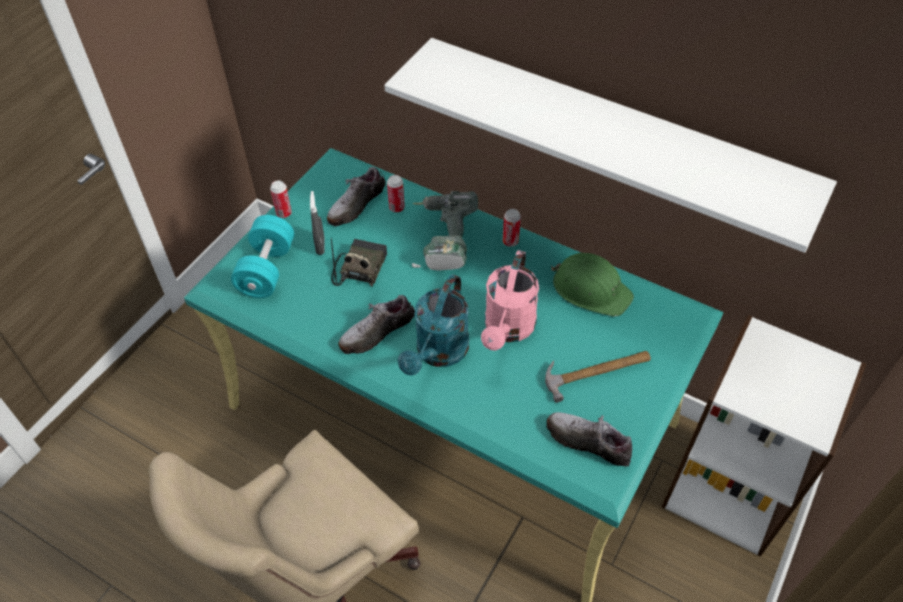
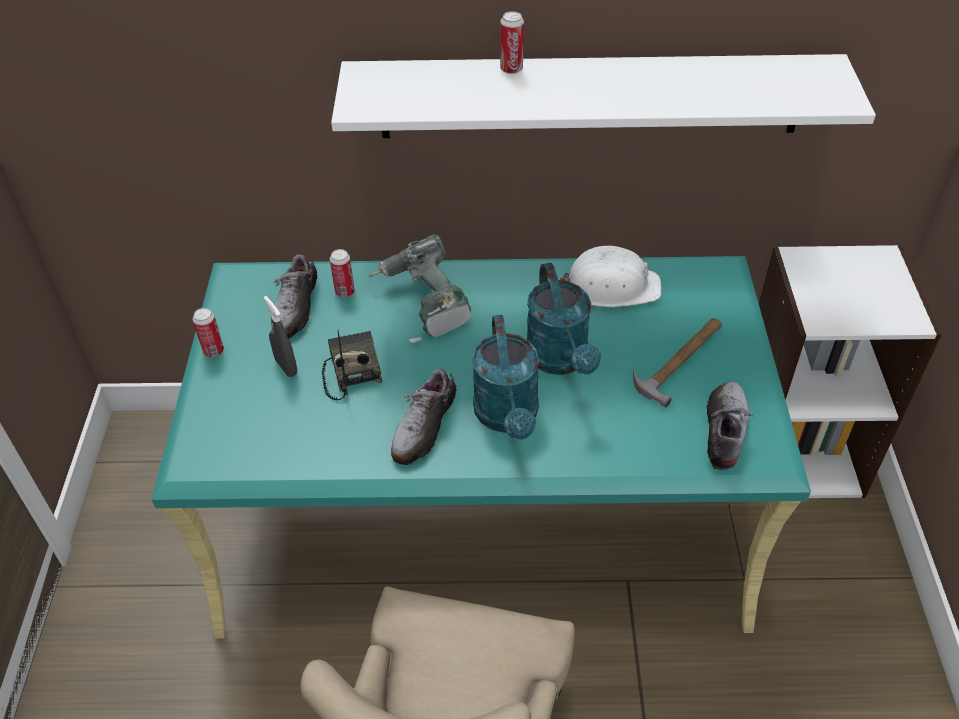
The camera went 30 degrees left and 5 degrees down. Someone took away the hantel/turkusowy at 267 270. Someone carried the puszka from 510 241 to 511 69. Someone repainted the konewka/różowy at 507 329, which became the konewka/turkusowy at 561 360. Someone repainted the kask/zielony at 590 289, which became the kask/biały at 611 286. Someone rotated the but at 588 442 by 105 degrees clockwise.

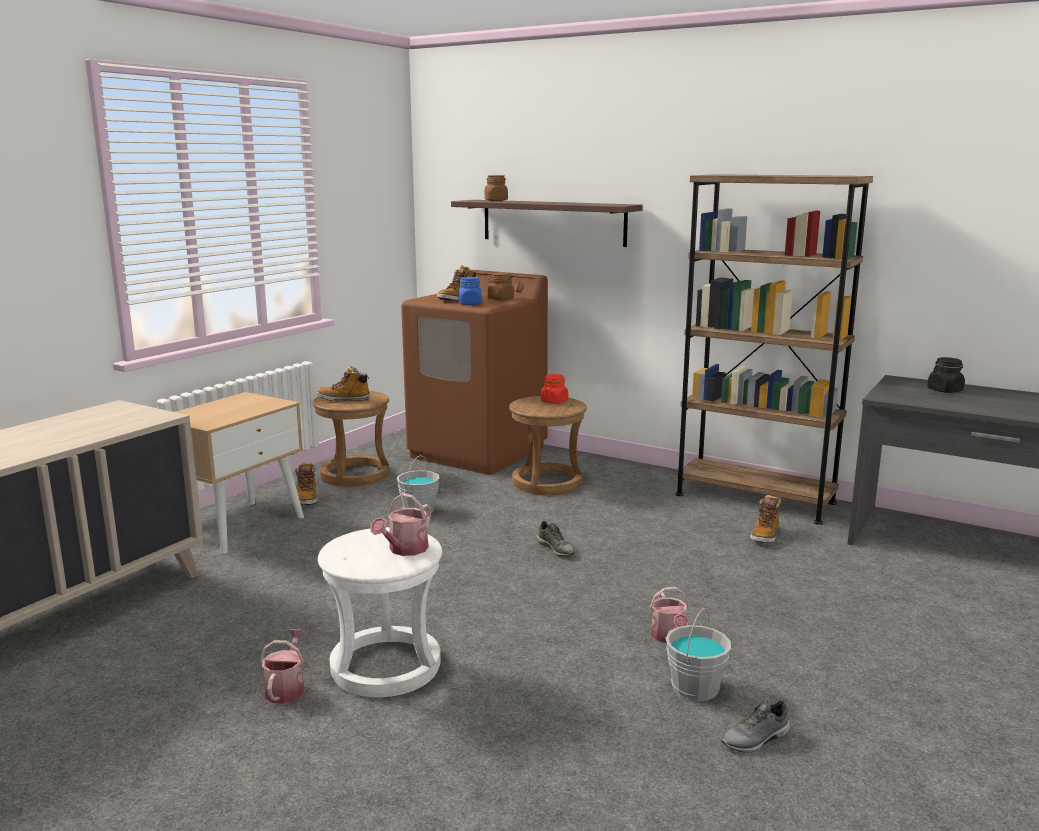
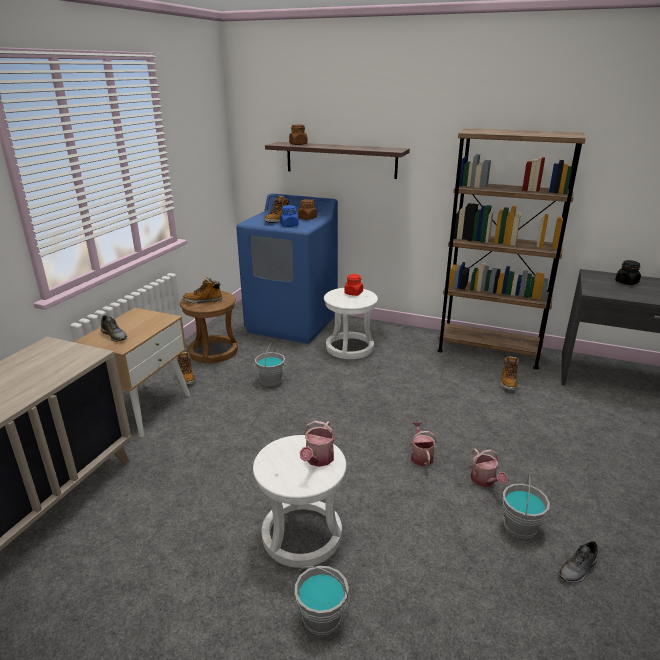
The camera went 10 degrees left and 10 degrees up. Someone put down the wiadro/szary at 322 617. Someone carried the konewka from 286 688 to 421 456. Someone carried the but/szary from 556 549 to 115 336. Someone repainted the pralka/brązowy at 478 452, which became the pralka/niebieski at 292 323. Someone repainted the stołek/brązowy at 546 483, which became the stołek/biały at 349 348.

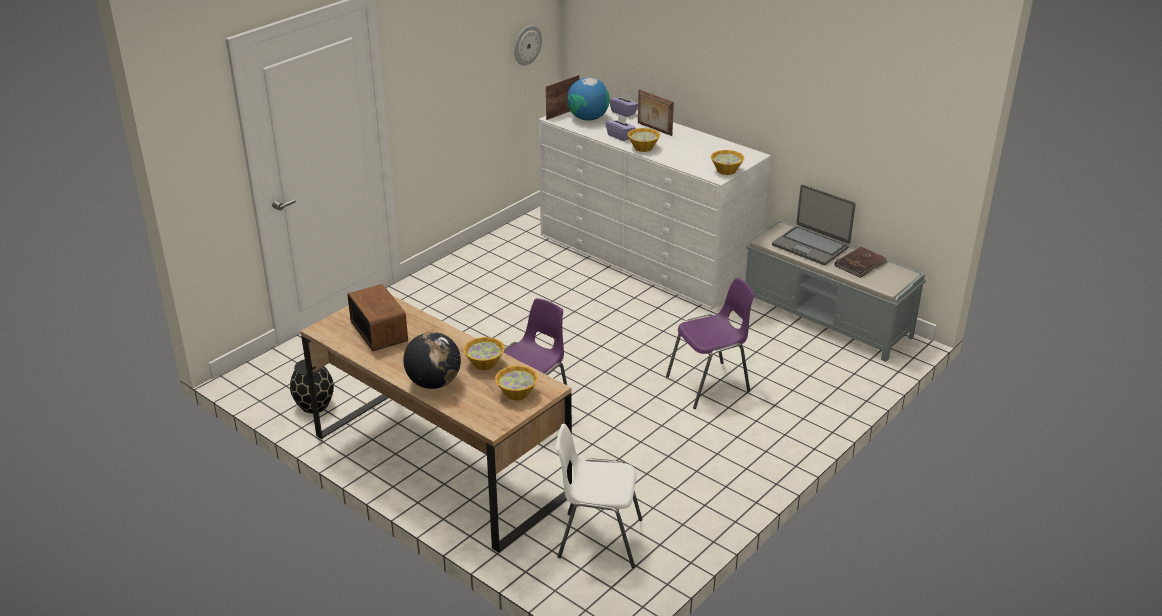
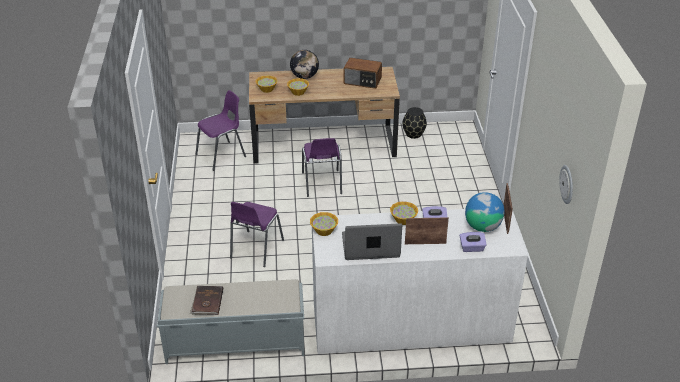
The camera went 135 degrees right and 5 degrees up. Someone carried the laptop from 811 246 to 370 247. Someone repainted the krzesło/biały at 597 538, which became the krzesło/fioletowy at 222 155.

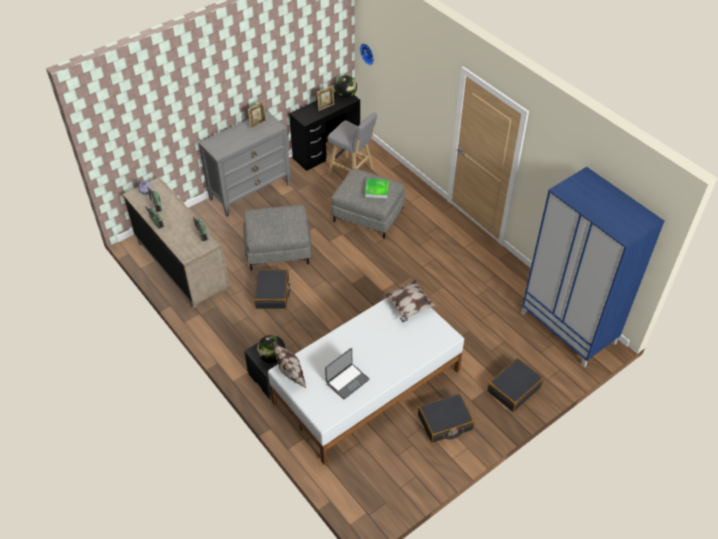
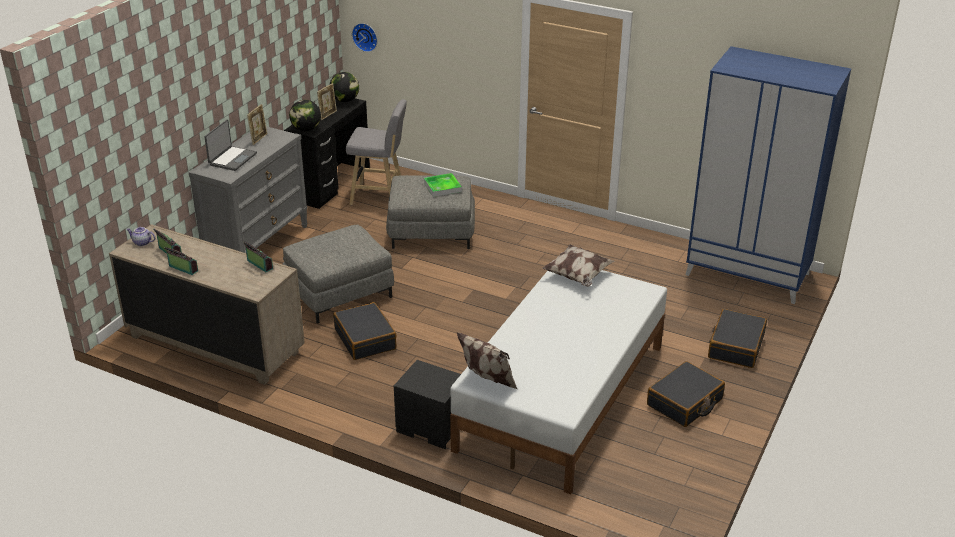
The camera went 25 degrees left and 15 degrees down. Someone carried the globus from 272 357 to 306 129. Someone carried the laptop from 347 381 to 232 159.

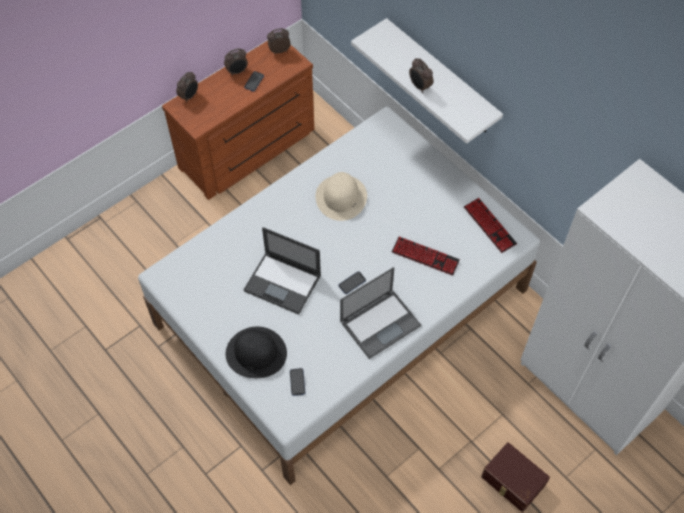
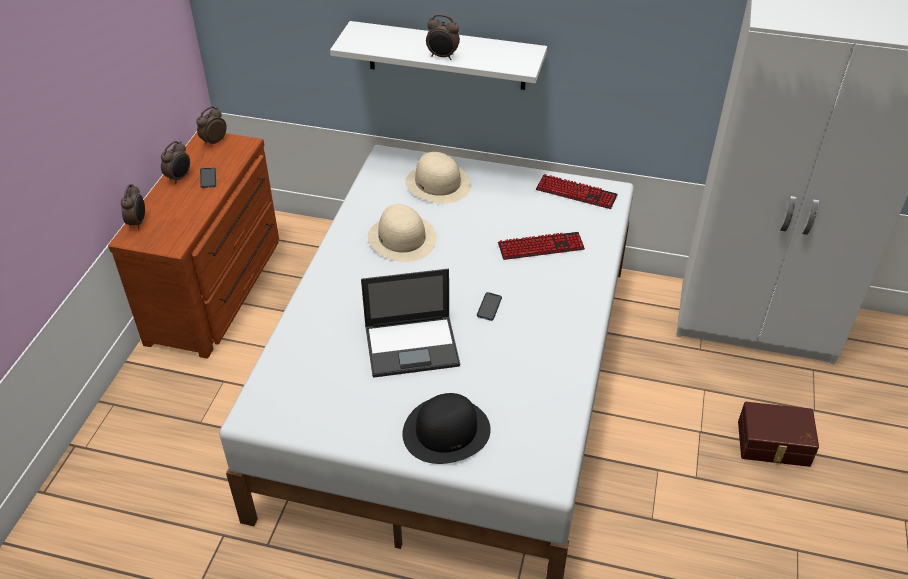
The camera went 35 degrees left and 15 degrees down. Someone took away the telefon at 297 382. Someone took away the laptop at 381 323. Someone put down the kapelusz/beżowy at 438 183.

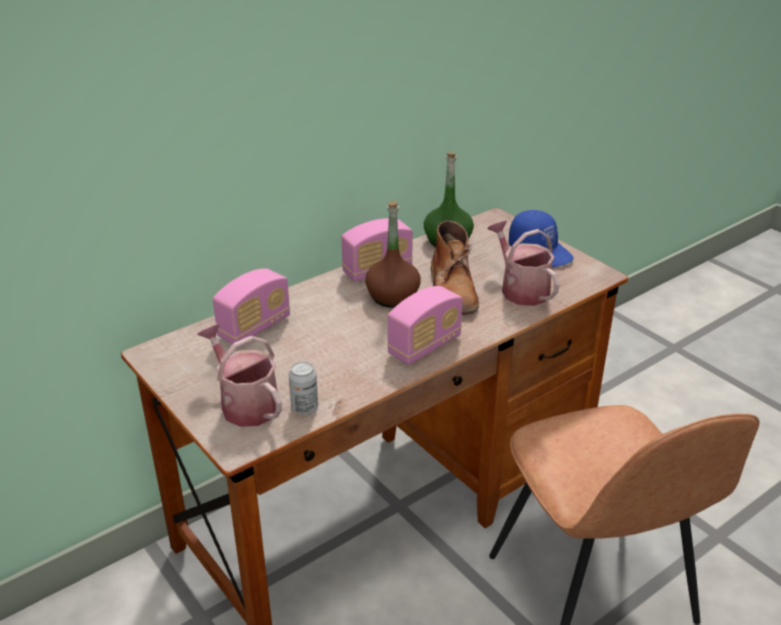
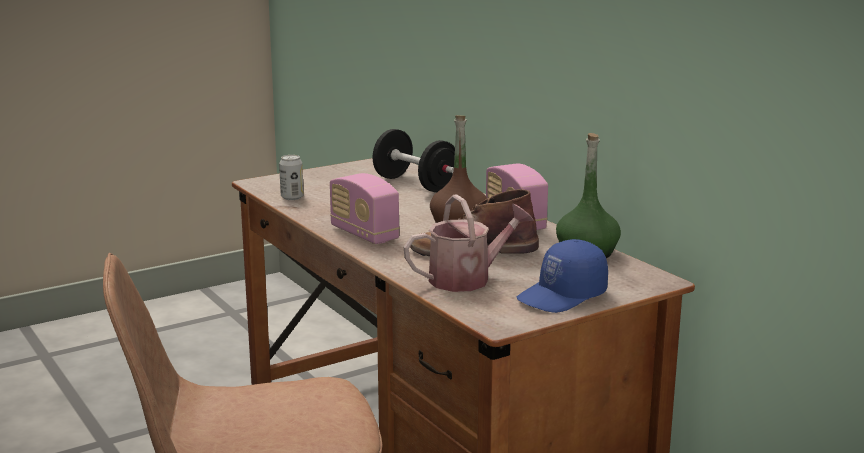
The camera went 95 degrees right and 15 degrees down. Someone took away the konewka at 245 403. Someone swapped the radio at 254 328 for the hantel/czarny at 415 184.

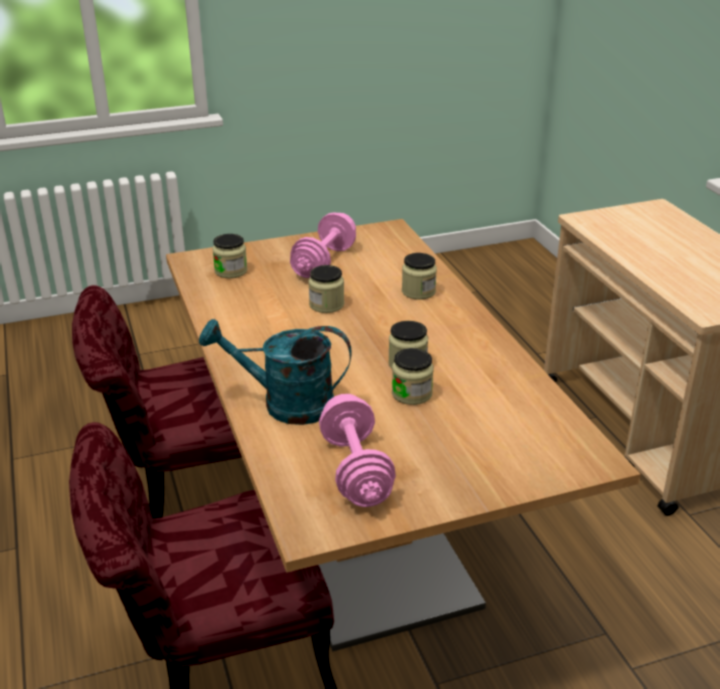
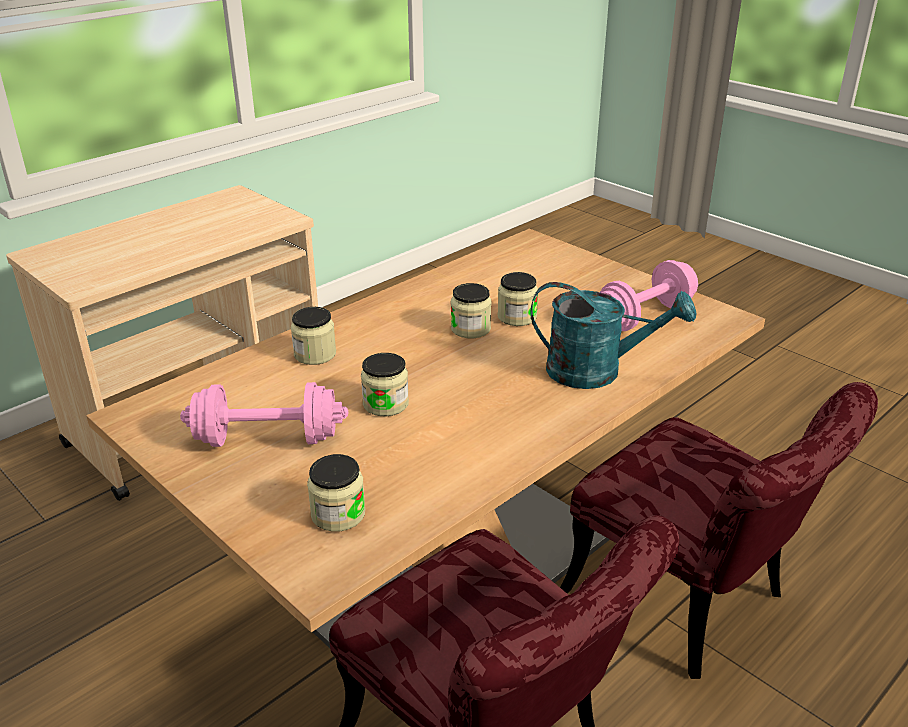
The camera went 115 degrees left and 0 degrees up. Someone rotated the konewka/turkusowy at 285 404 by 60 degrees counterclockwise.

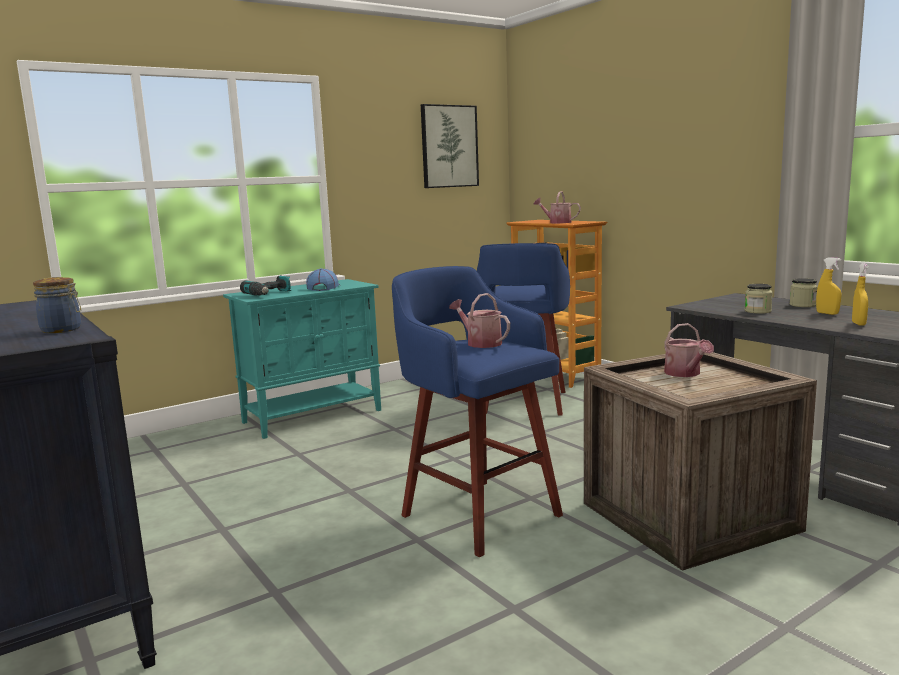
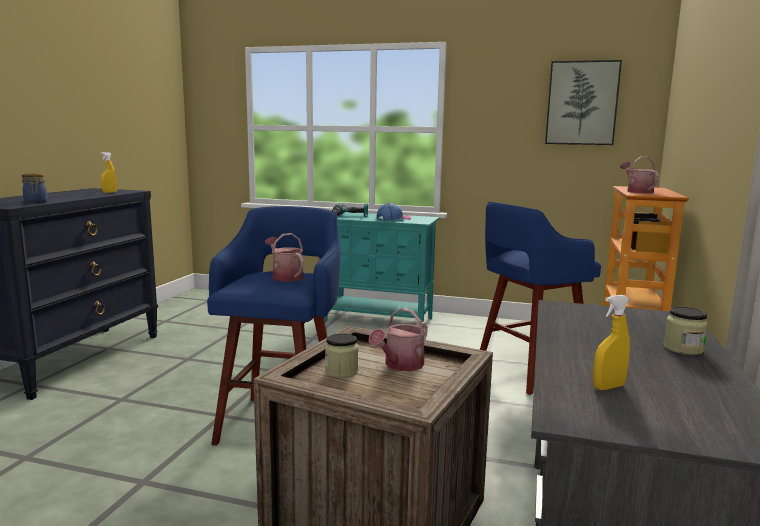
The camera went 50 degrees right and 0 degrees up. Someone carried the słoik from 757 311 to 341 371. Someone carried the spryskiwacz/żółty from 827 313 to 109 192. Someone rotated the konewka at 480 343 by 45 degrees counterclockwise.

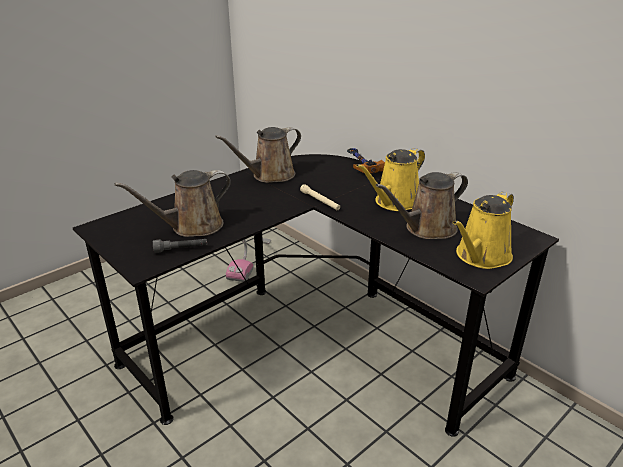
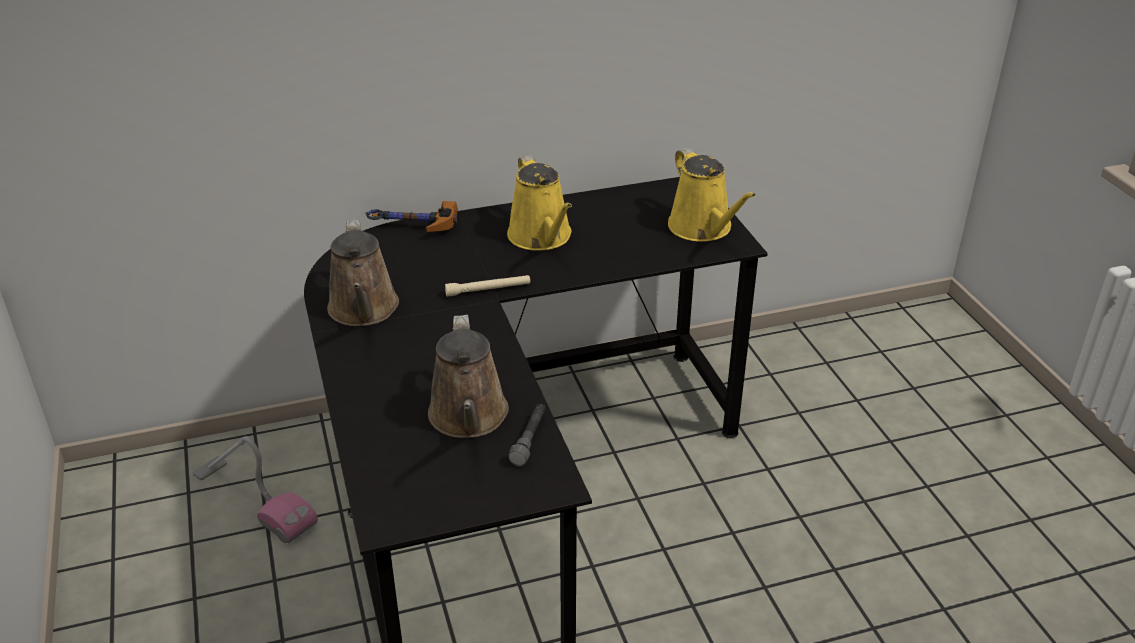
The camera went 65 degrees left and 5 degrees up. Someone took away the konewka/brązowy at 426 229.

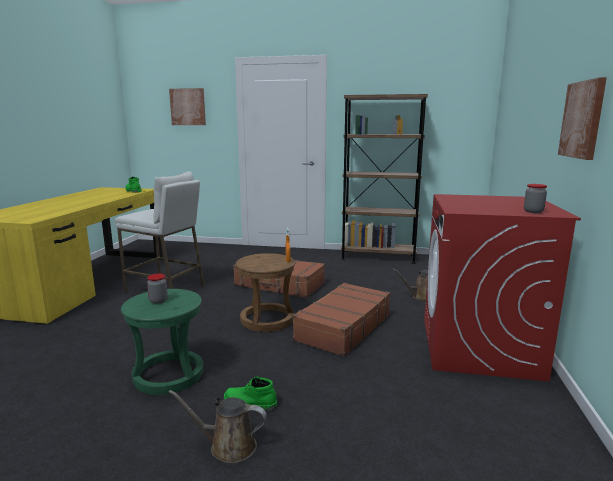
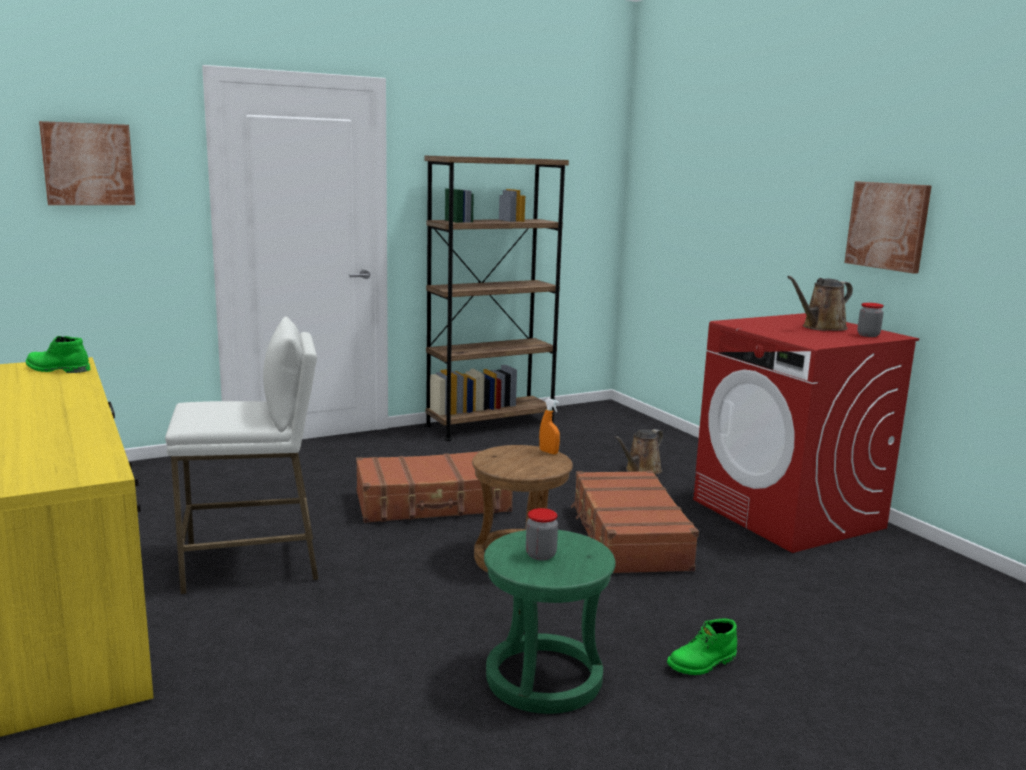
The camera went 40 degrees left and 0 degrees up. Someone carried the konewka/brązowy from 228 446 to 821 327.

